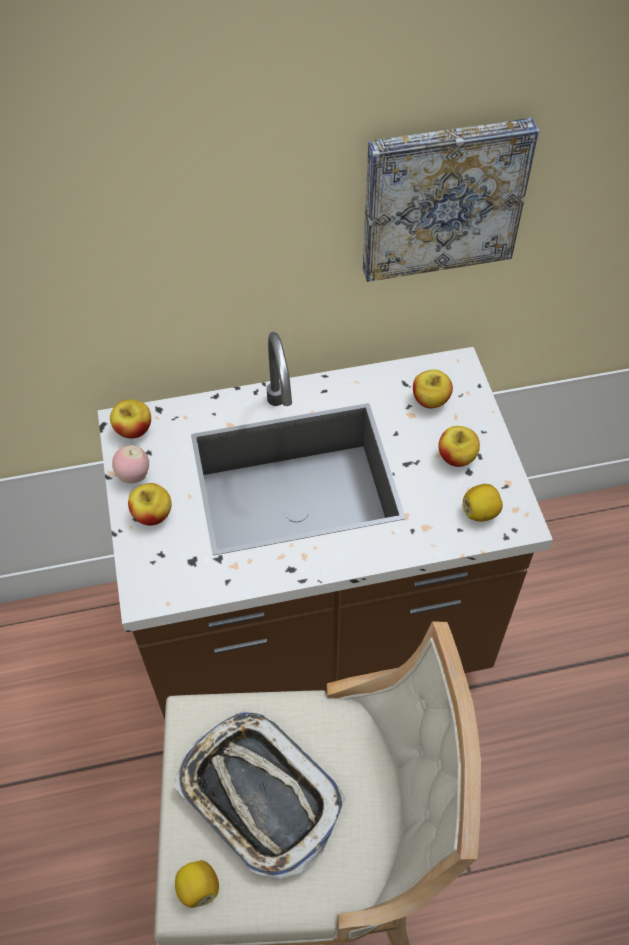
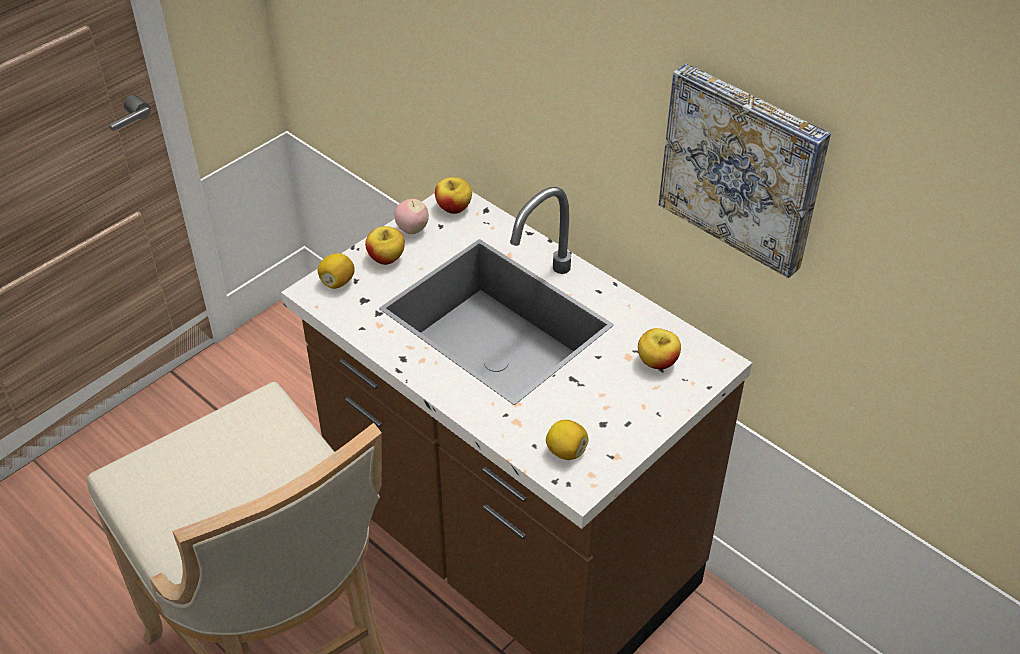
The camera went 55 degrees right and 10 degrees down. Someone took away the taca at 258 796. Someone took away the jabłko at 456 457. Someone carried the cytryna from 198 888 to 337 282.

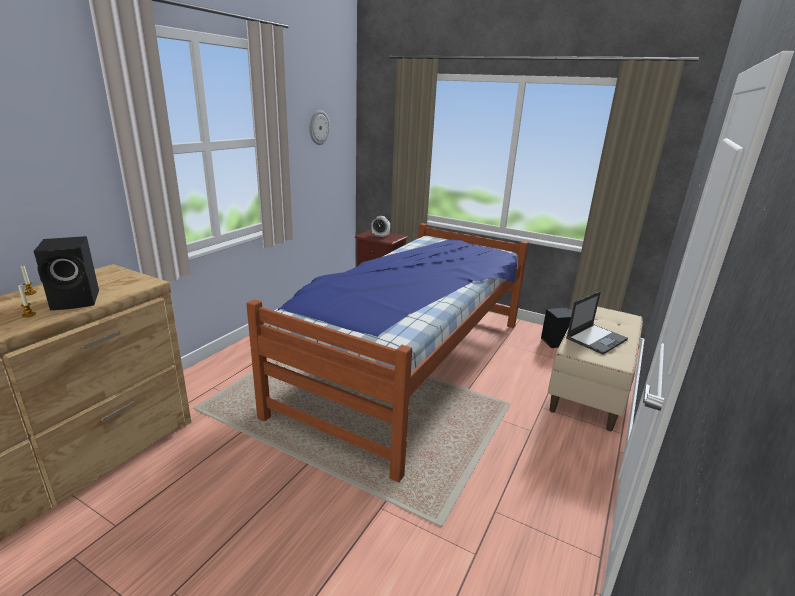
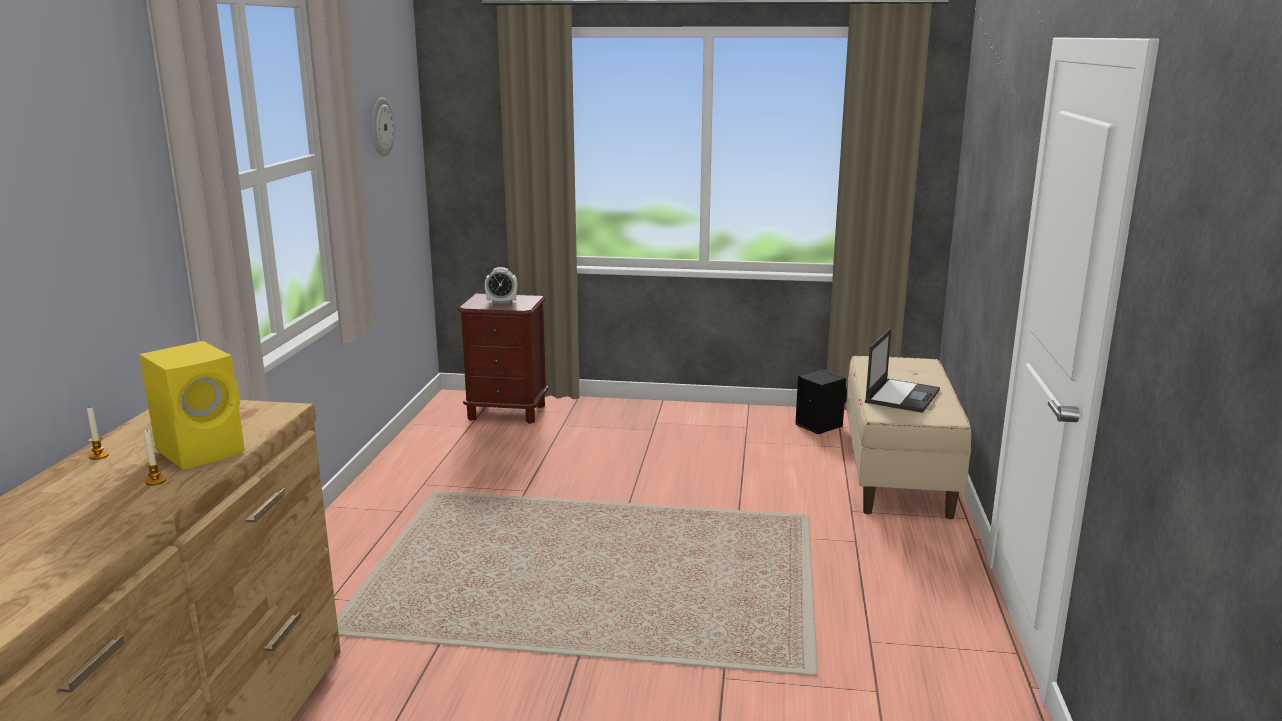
The camera went 20 degrees left and 5 degrees down. Someone took away the łóżko at 408 363. Someone repainted the głośnik/czarny at 78 300, which became the głośnik/żółty at 204 450.

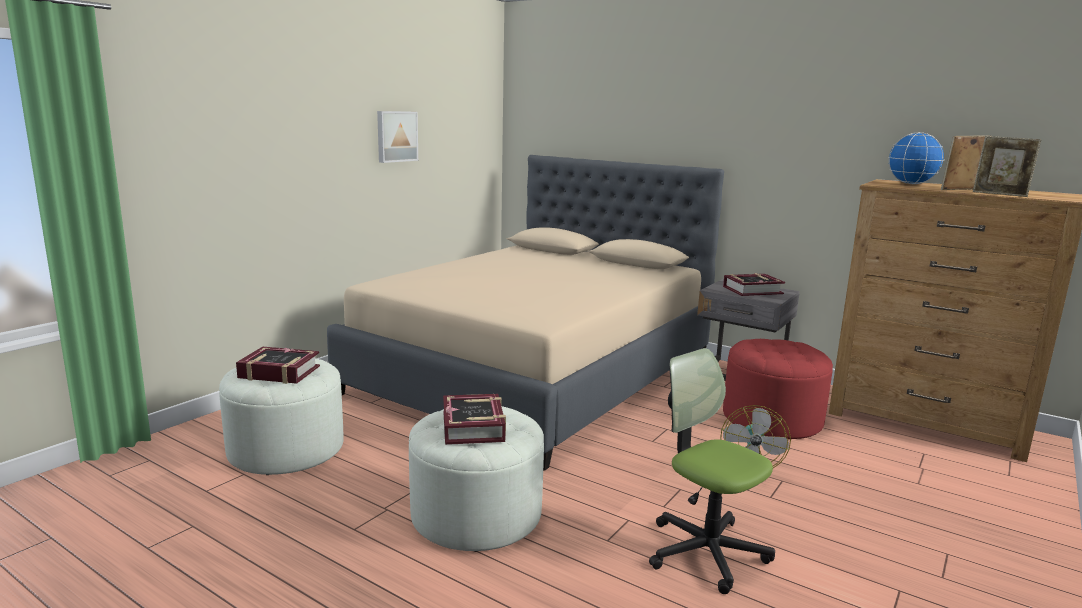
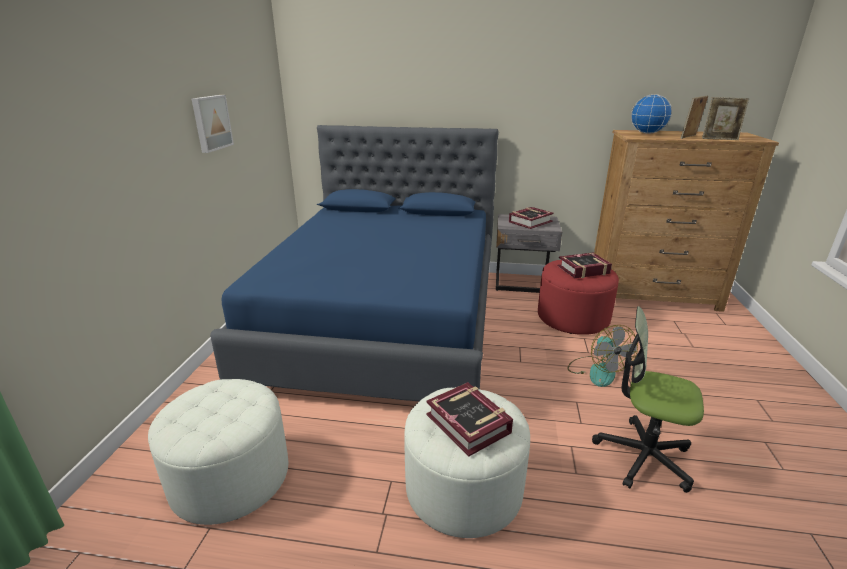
The camera went 25 degrees left and 10 degrees up. Someone carried the książka from 279 372 to 583 270. Someone repainted the łóżko/beżowy at 535 374, which became the łóżko/niebieski at 385 320.

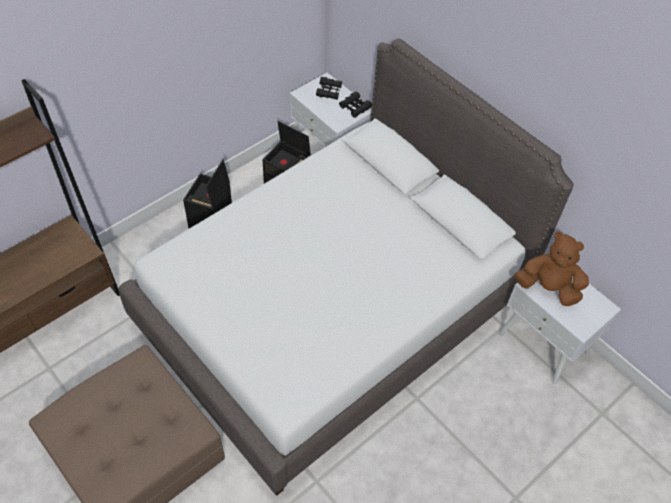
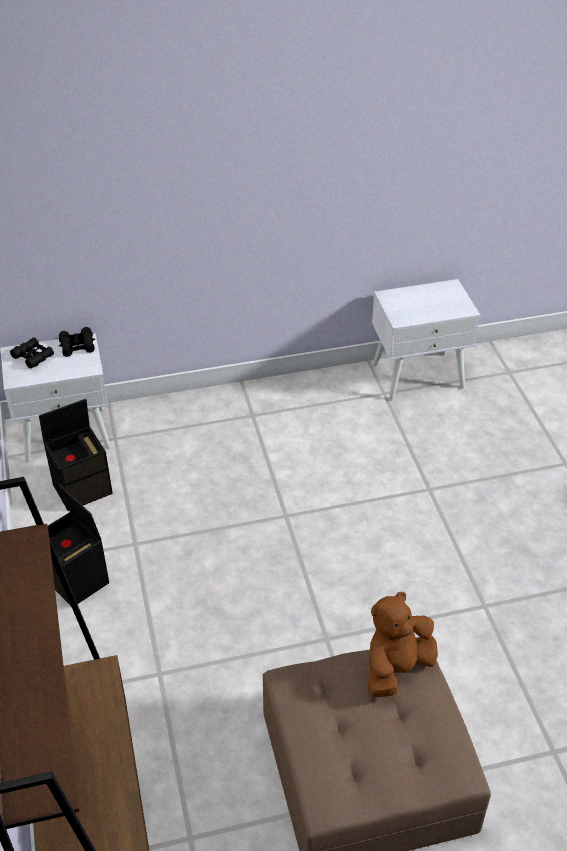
The camera went 60 degrees left and 10 degrees down. Someone took away the łóżko/biały at 332 310. Someone carried the pluszak/brązowy from 548 288 to 396 668.

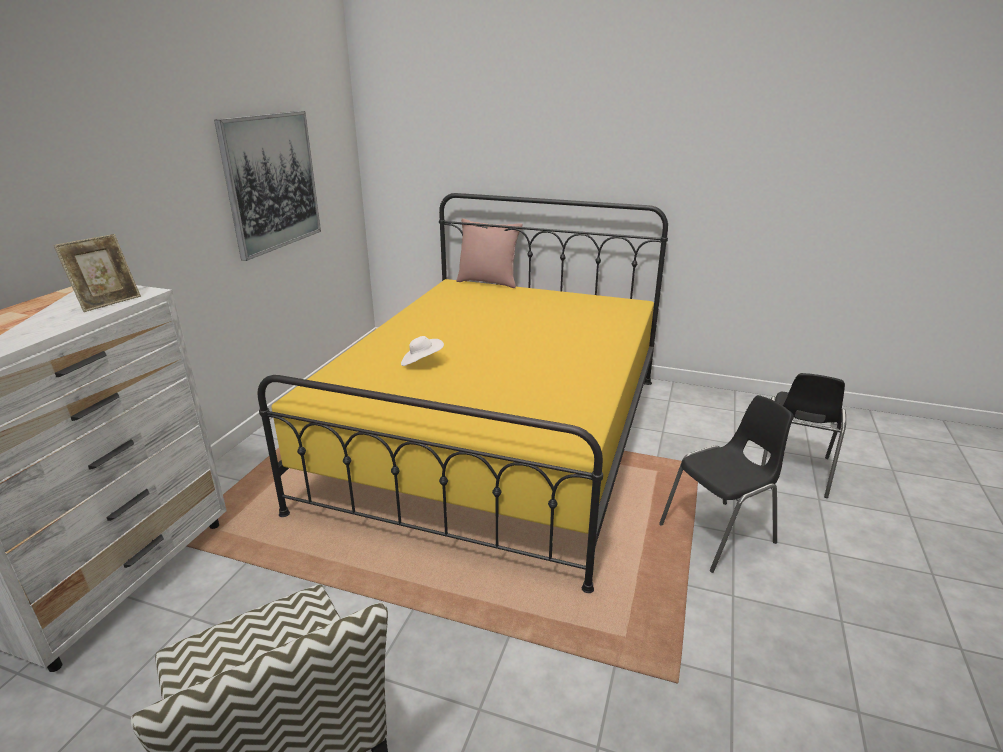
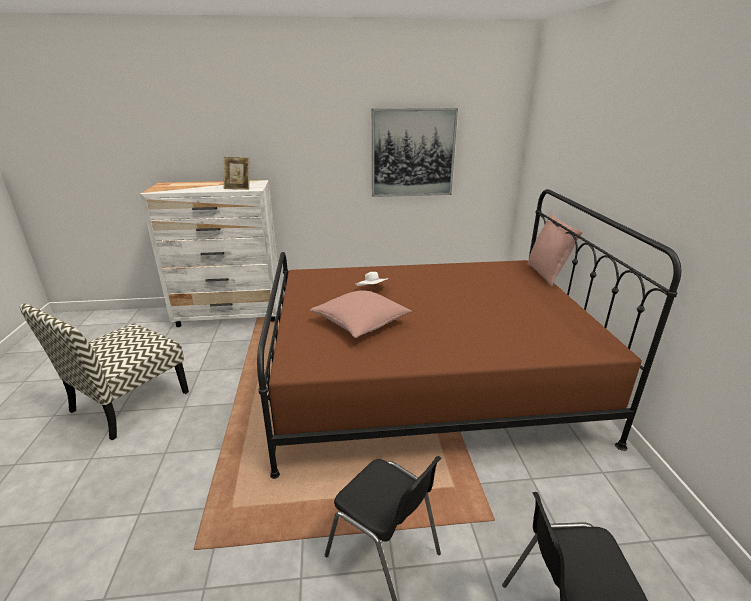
The camera went 65 degrees right and 0 degrees up. Someone put down the poduszka/różowy at 360 323. Someone repainted the łóżko/żółty at 497 437, which became the łóżko/brązowy at 426 380.

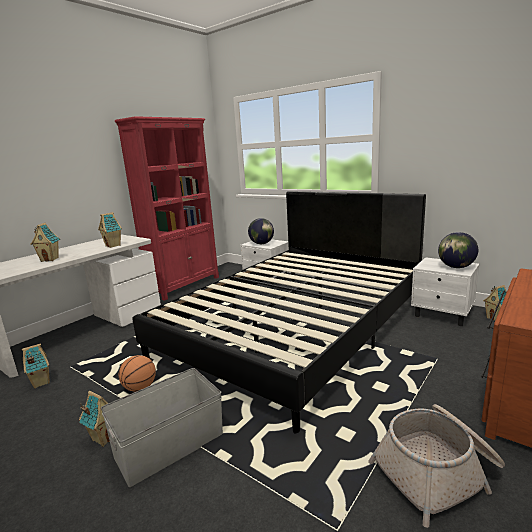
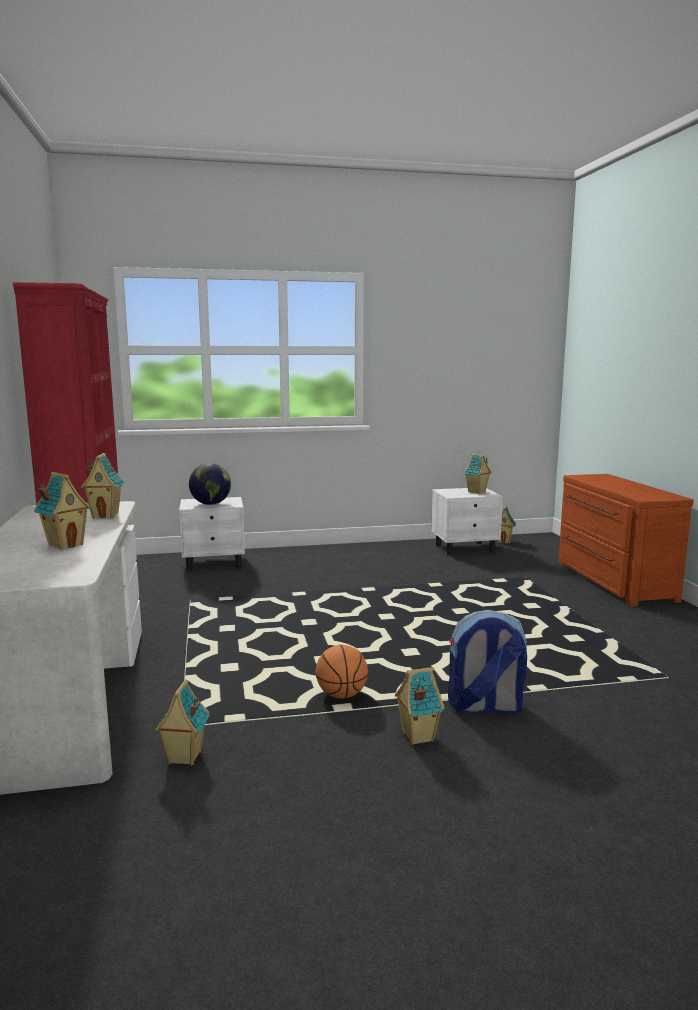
The camera went 50 degrees left and 5 degrees down. Someone took away the łóżko/czarny at 295 328. Someone took away the koszyk at 438 472. Someone swapped the pojemnik do przechowywania/szary at 169 445 for the plecak at 484 707. Someone swapped the globus at 456 267 for the domek at 477 492.

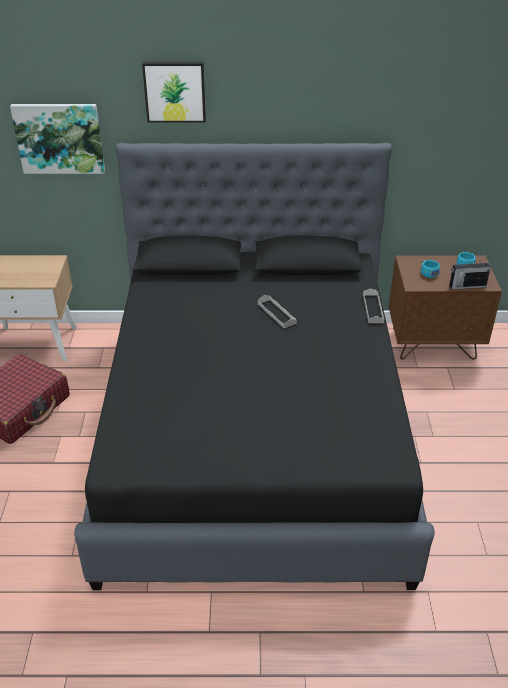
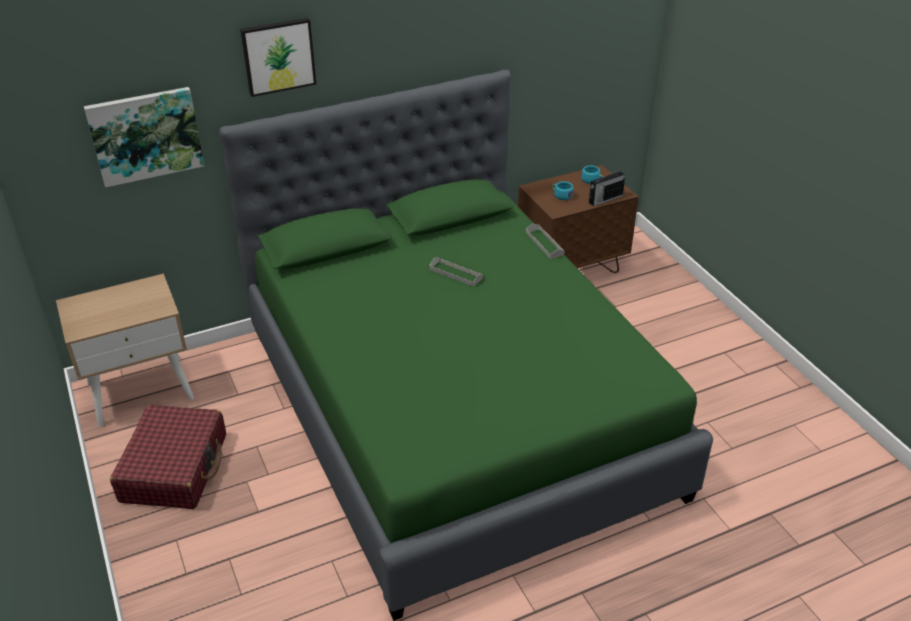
The camera went 25 degrees left and 0 degrees up. Someone repainted the łóżko/czarny at 254 434, which became the łóżko/zielony at 455 410.

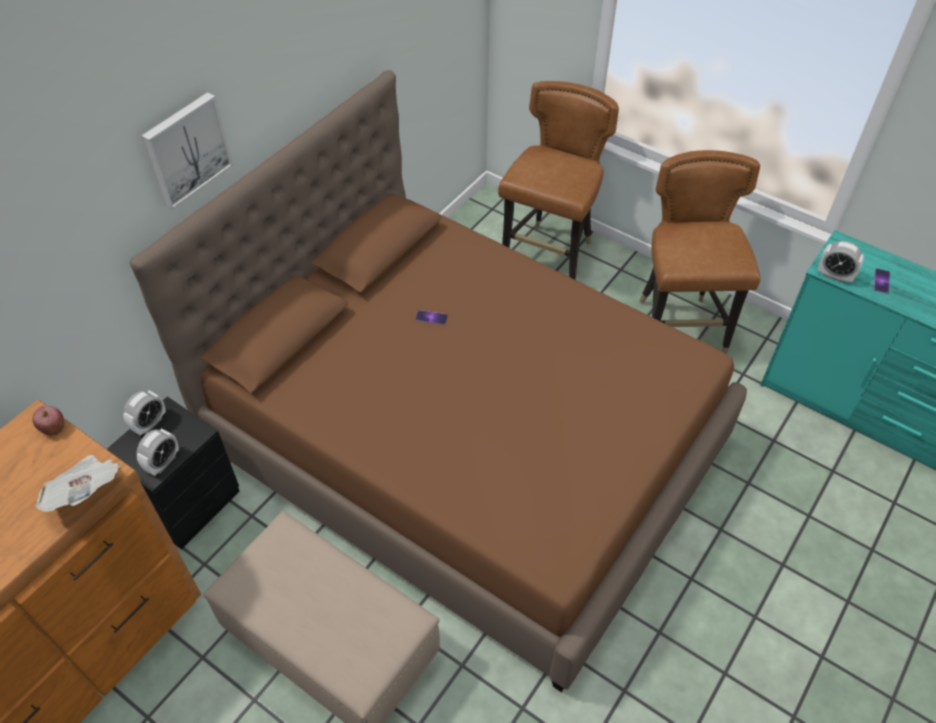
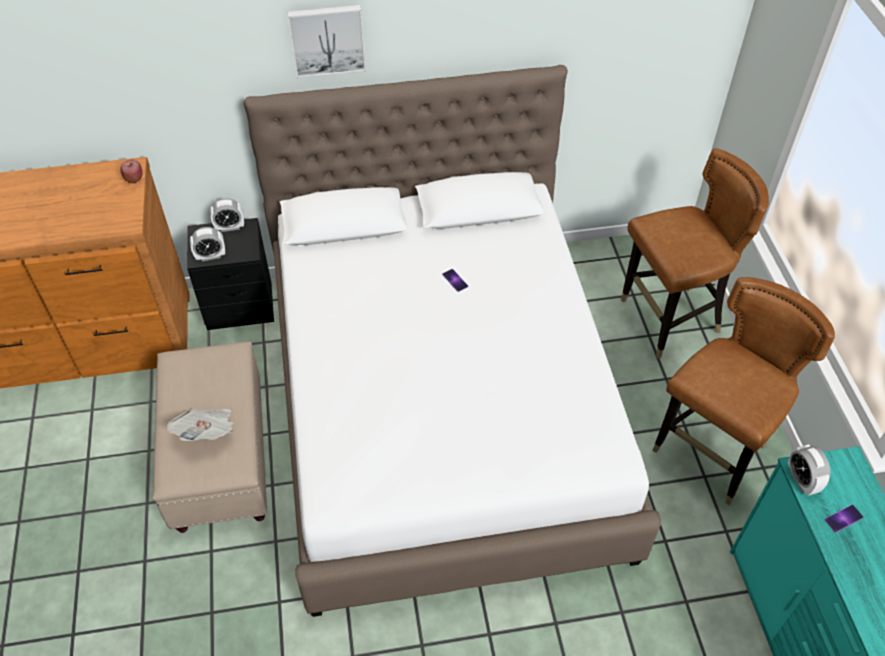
The camera went 45 degrees right and 0 degrees up. Someone carried the gazeta from 86 492 to 207 432. Someone repainted the łóżko/brązowy at 467 445, which became the łóżko/biały at 442 407.

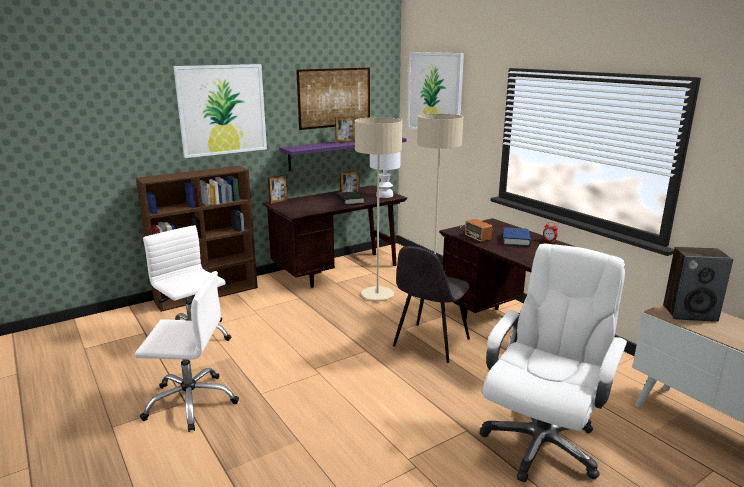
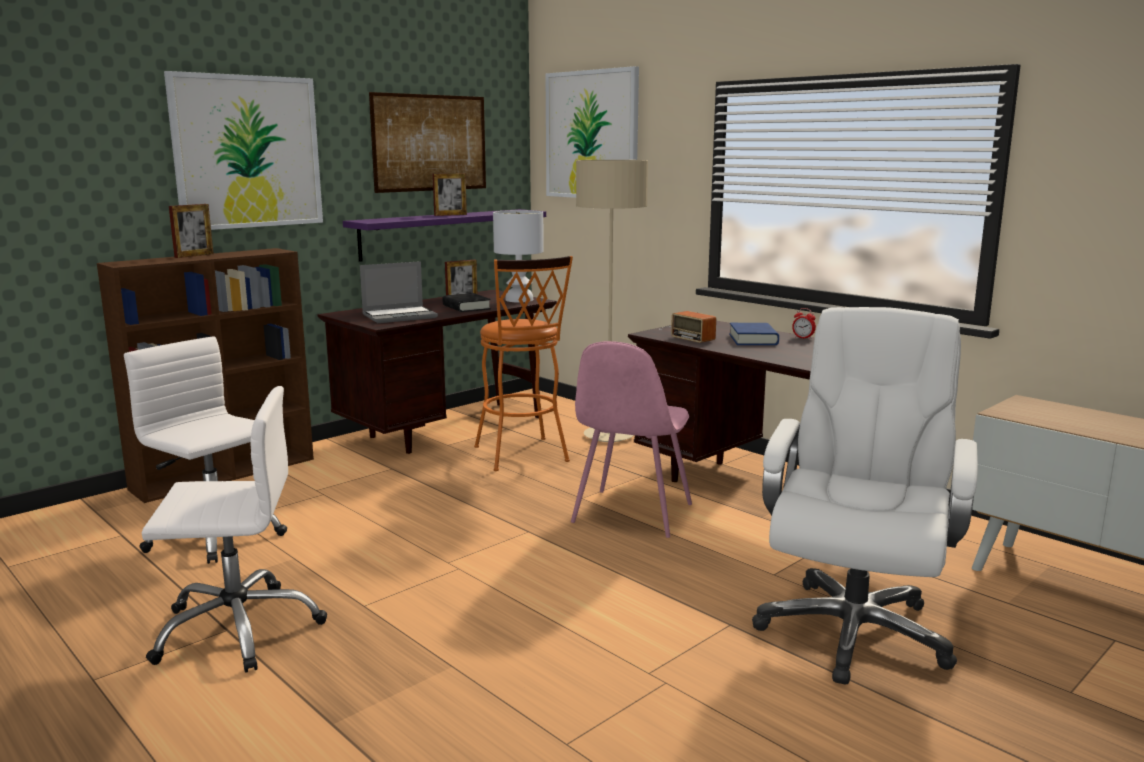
The camera went 10 degrees left and 5 degrees down. Someone took away the głośnik at 690 313. Someone put down the laptop at 400 316. Someone carried the ramka na zdjęcie from 278 201 to 194 255. Someone swapped the lampa stojąca/beżowy at 377 295 for the stołek/pomarańczowy at 523 456. Someone repainted the krzesło/szary at 430 343, which became the krzesło/różowy at 631 514.

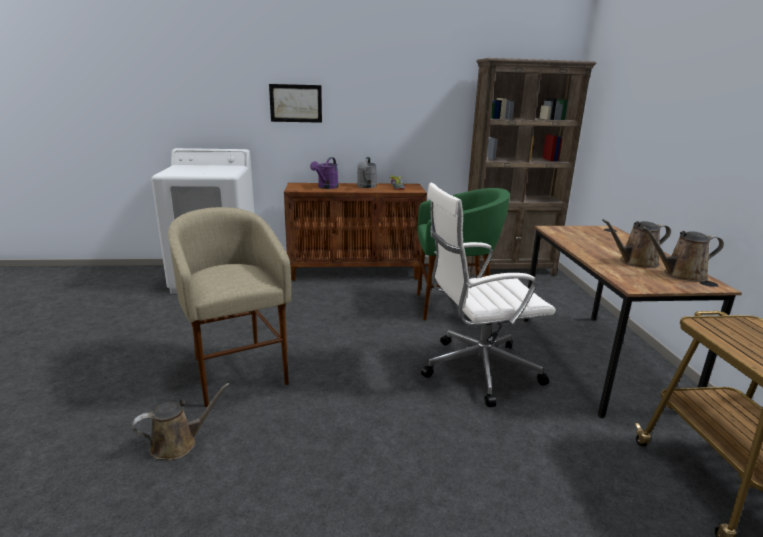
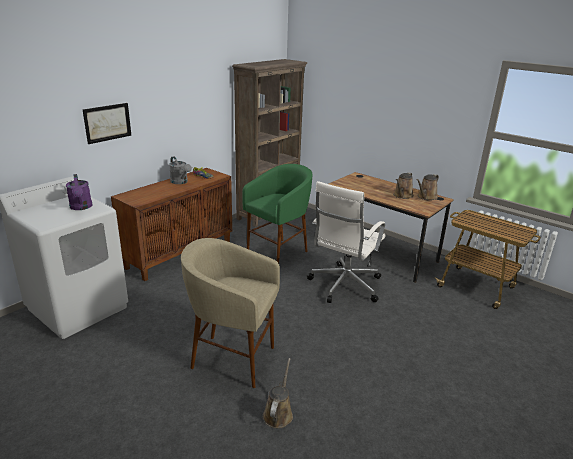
The camera went 45 degrees left and 5 degrees up. Someone carried the konewka/fioletowy from 326 187 to 81 207.

